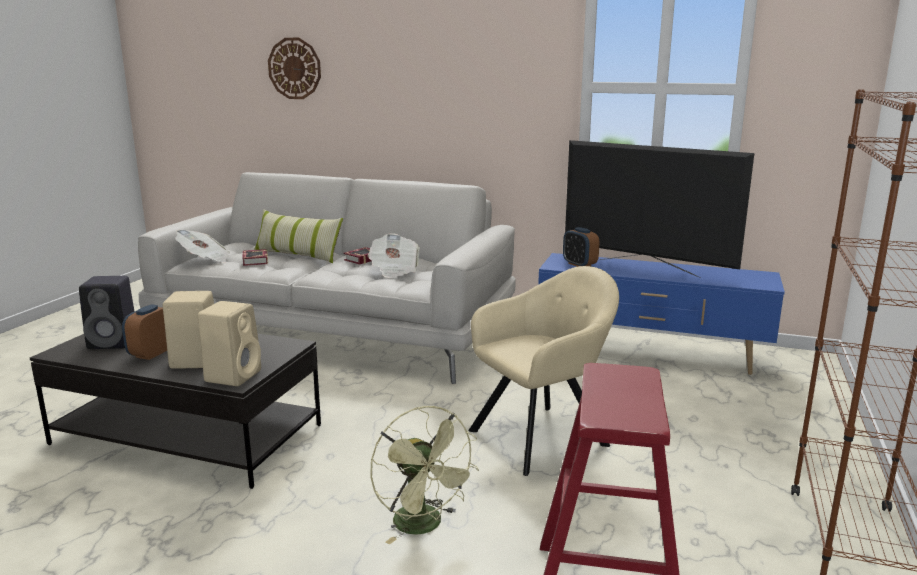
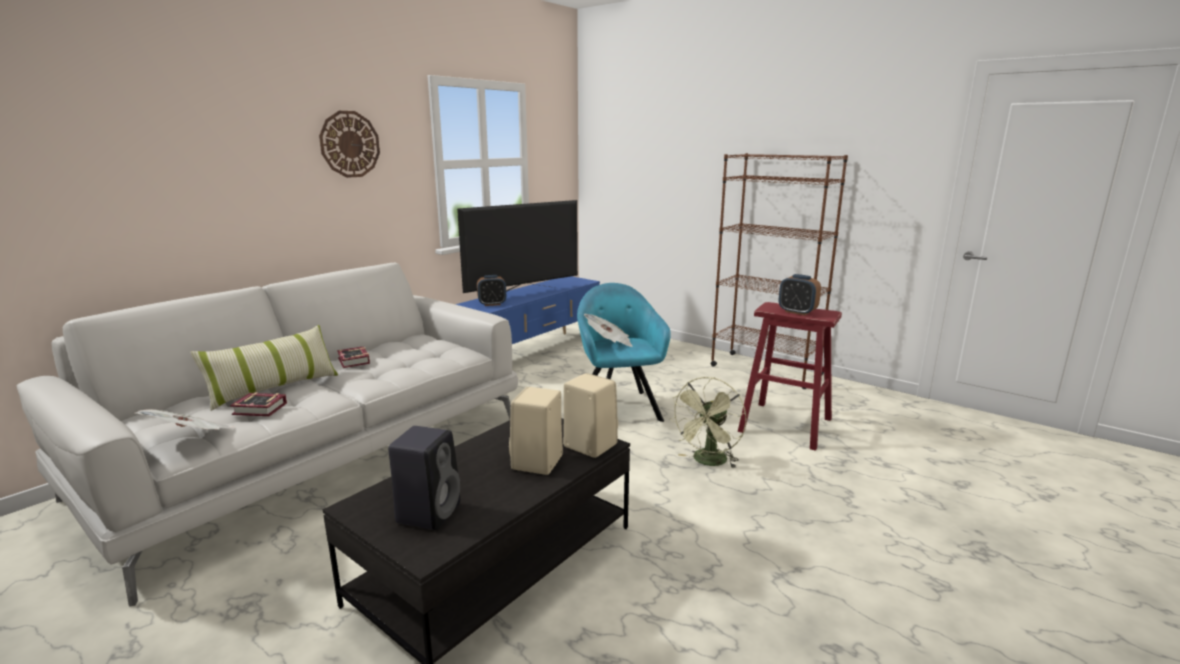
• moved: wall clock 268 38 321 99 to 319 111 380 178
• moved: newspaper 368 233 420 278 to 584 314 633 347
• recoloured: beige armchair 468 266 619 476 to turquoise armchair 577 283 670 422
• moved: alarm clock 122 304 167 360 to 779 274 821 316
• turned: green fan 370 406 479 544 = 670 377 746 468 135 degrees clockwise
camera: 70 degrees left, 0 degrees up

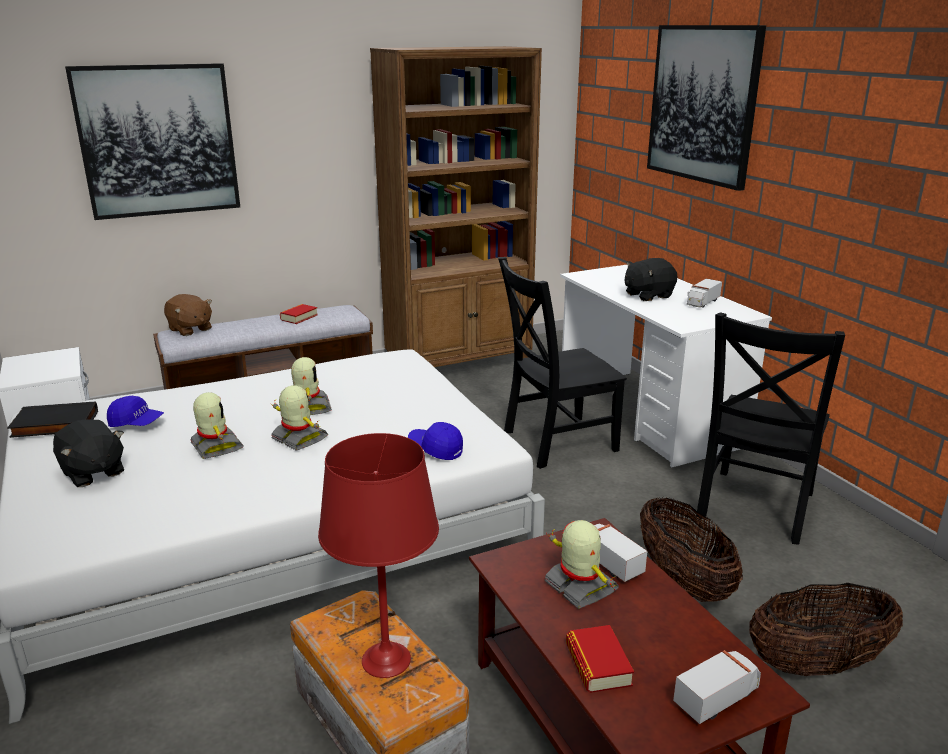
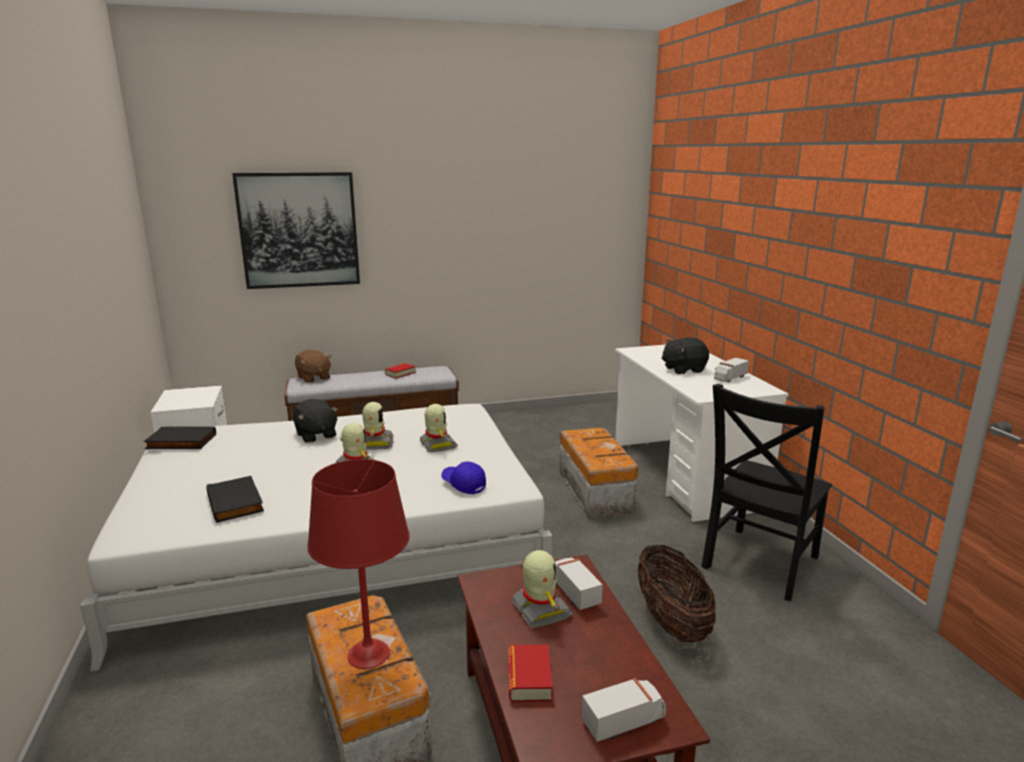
• removed: picture 647 25 766 191
• removed: brown bookcase 370 46 542 367
• replaced: black chair 498 257 627 469 to storage box 559 428 638 519
• moved: toy robot 190 392 244 459 to 420 404 458 452
• removed: blue cap 107 396 164 427
• moved: black plush toy 53 419 124 487 to 293 399 338 443
• removed: basket 749 583 903 676
• added: black book 206 476 264 523
camera: 10 degrees right, 5 degrees down

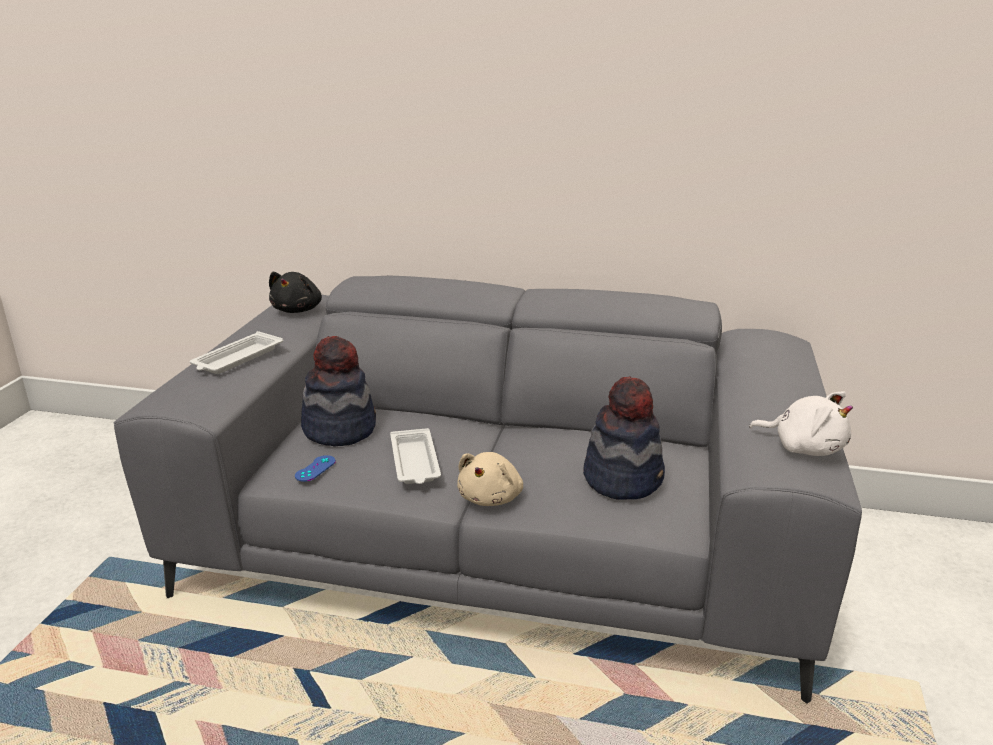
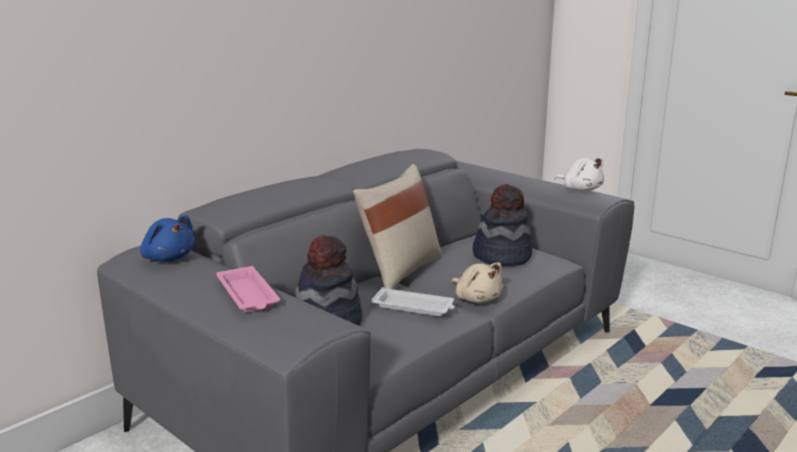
• recoloured: black plush toy 269 272 322 313 to blue plush toy 140 215 195 262
• recoloured: white tray 190 331 283 374 to pink tray 216 266 280 312
• turned: white plush toy 749 391 853 456 = 555 157 604 191 75 degrees clockwise
• removed: blue game controller 295 455 336 482
• added: beige pillow 353 164 442 290
camera: 60 degrees left, 5 degrees down

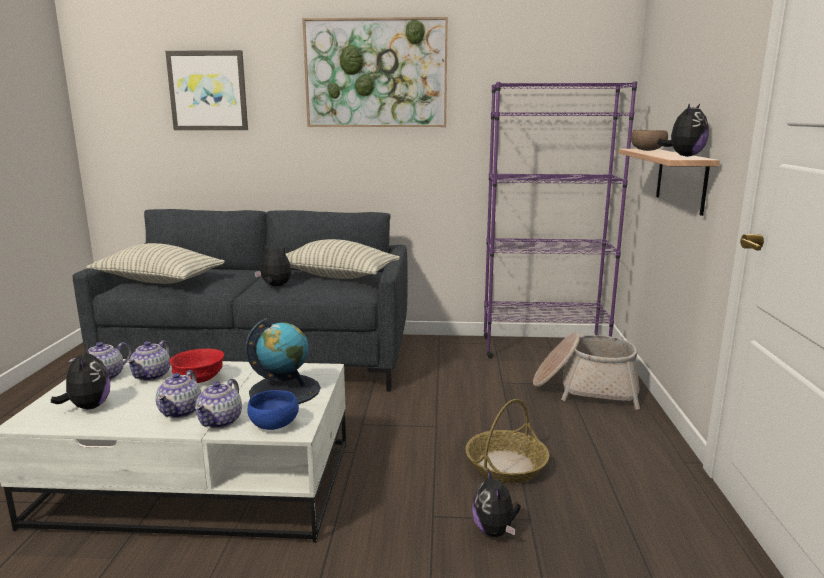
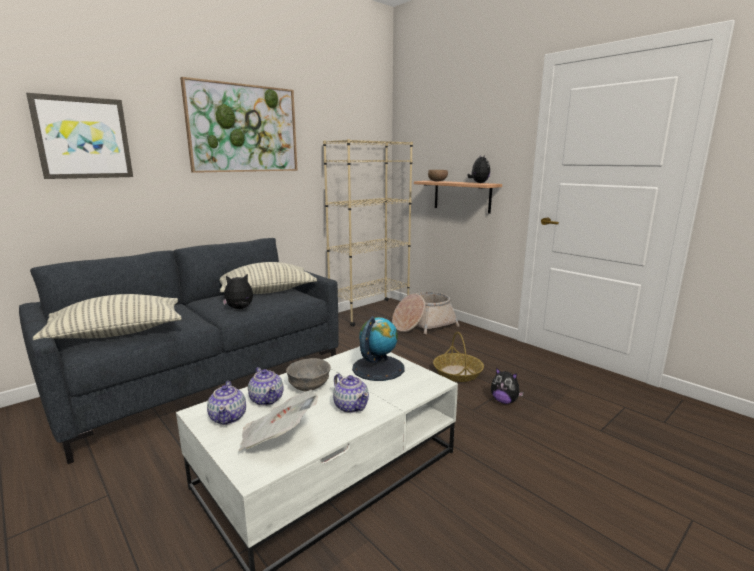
• recoloured: purple bookcase 484 81 637 358 to beige bookcase 323 139 413 327
• replaced: plush toy 51 346 110 409 to newspaper 238 390 318 452
• recoloured: red bowl 170 349 224 383 to grey bowl 286 358 331 391
• removed: teapot 195 378 242 429
• removed: blue bowl 247 390 299 430
camera: 45 degrees left, 0 degrees up

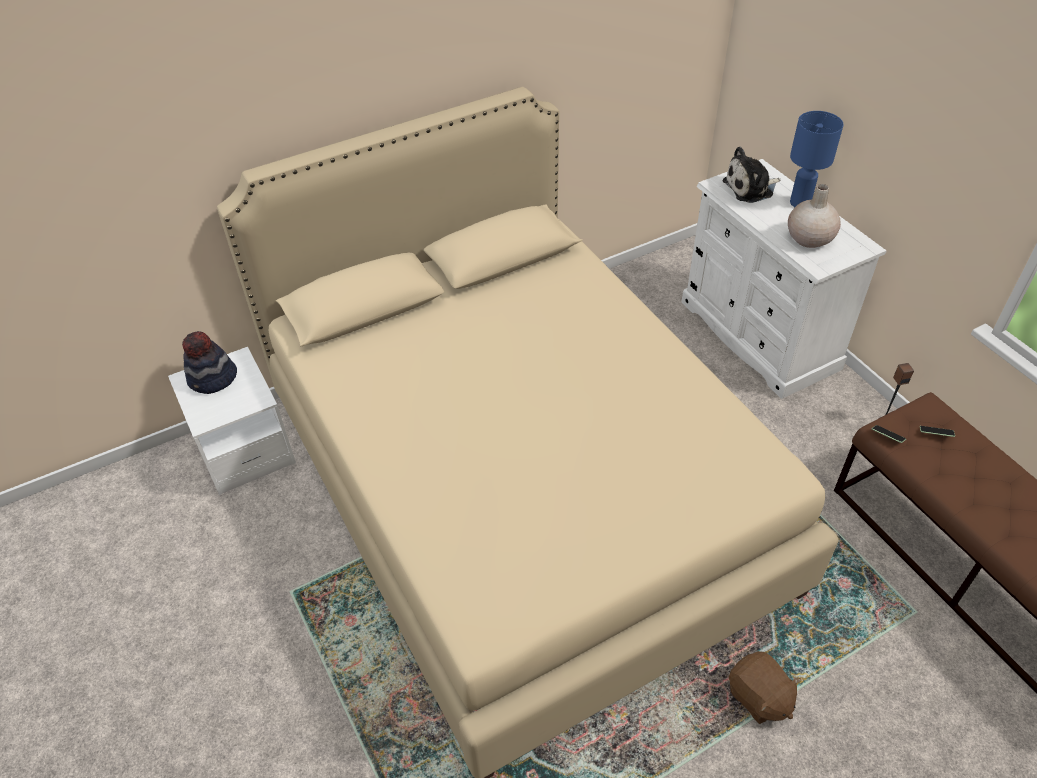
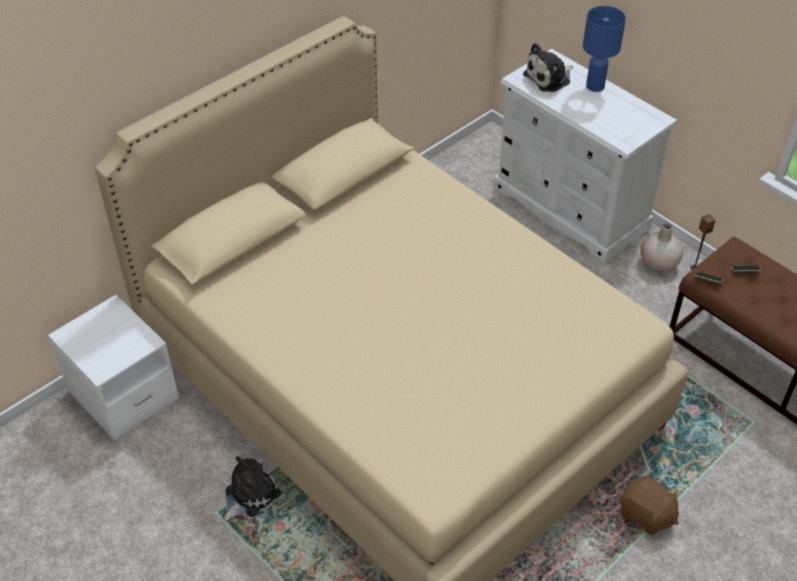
• moved: beige vase 788 184 841 248 to 640 223 683 271
• removed: hat 182 331 237 394
• added: plush toy 224 456 281 521
camera: 15 degrees left, 0 degrees up

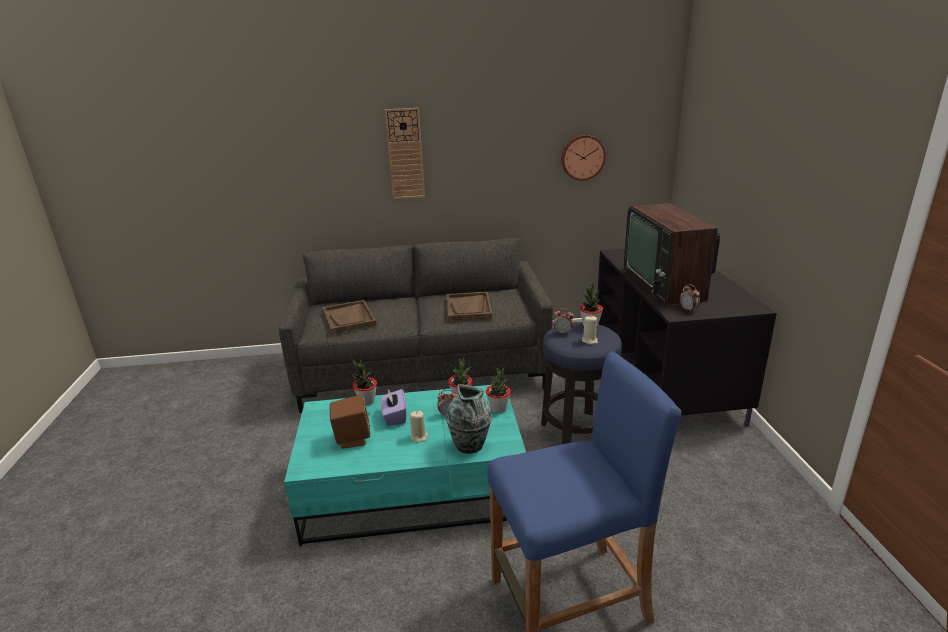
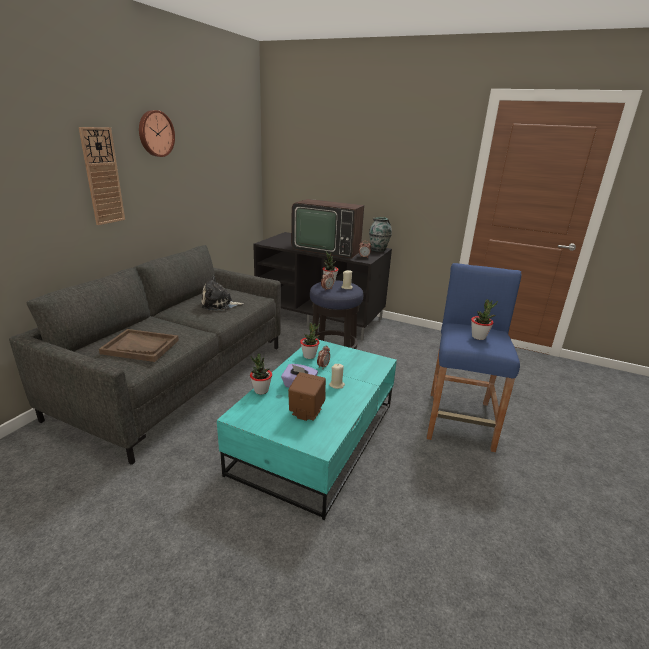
• moved: wall clock 561 135 606 181 to 139 110 175 157
• replaced: brown tray 447 292 492 321 to plush toy 201 276 244 310
• moved: potted plant 486 368 511 413 to 471 299 498 340
• moved: vase 446 384 492 454 to 369 217 392 252
camera: 60 degrees left, 0 degrees up

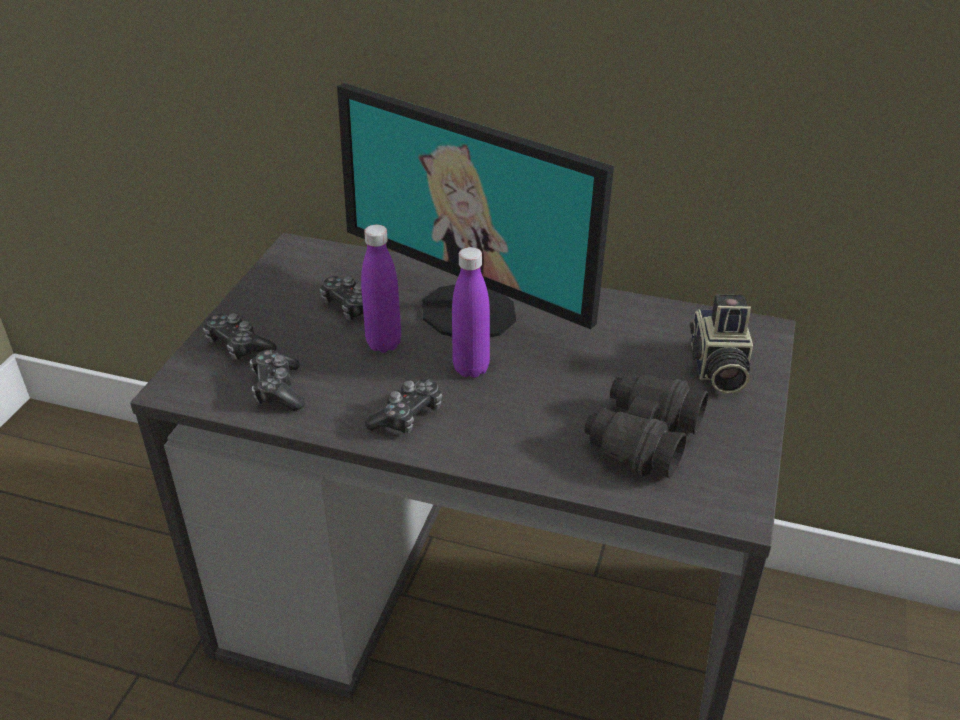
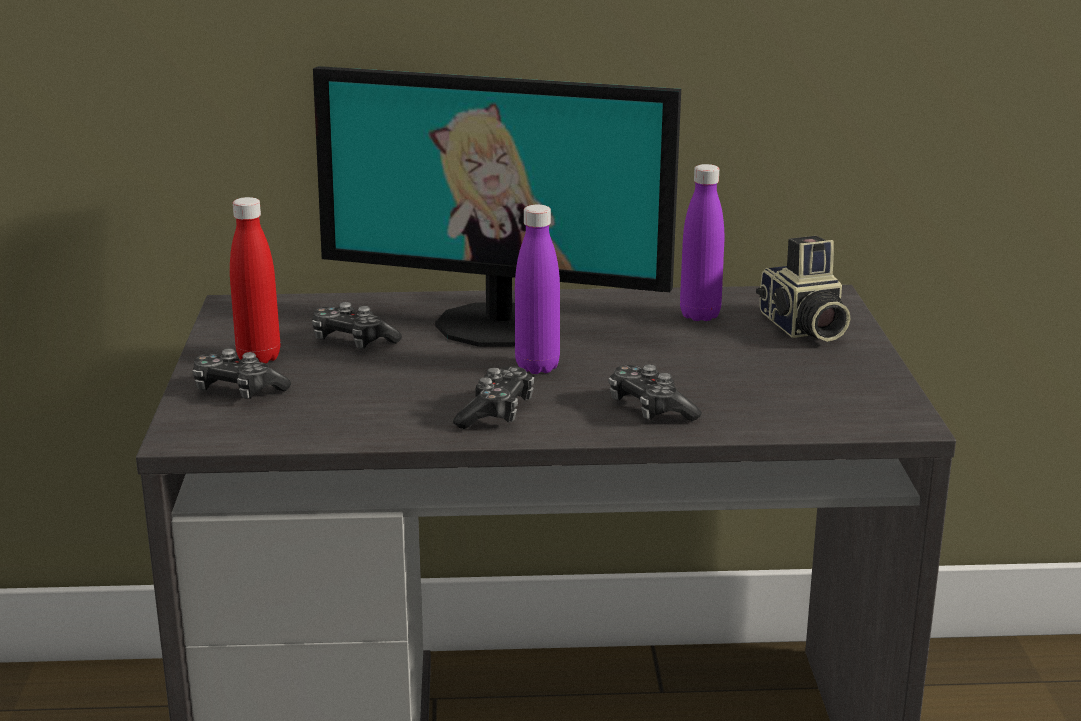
• moved: purple bottle 361 225 401 353 to 680 164 724 321
• moved: game controller 250 350 305 411 to 609 364 701 421
• removed: black binoculars 584 372 708 478
• added: red bottle 230 197 280 364
camera: 20 degrees left, 15 degrees down

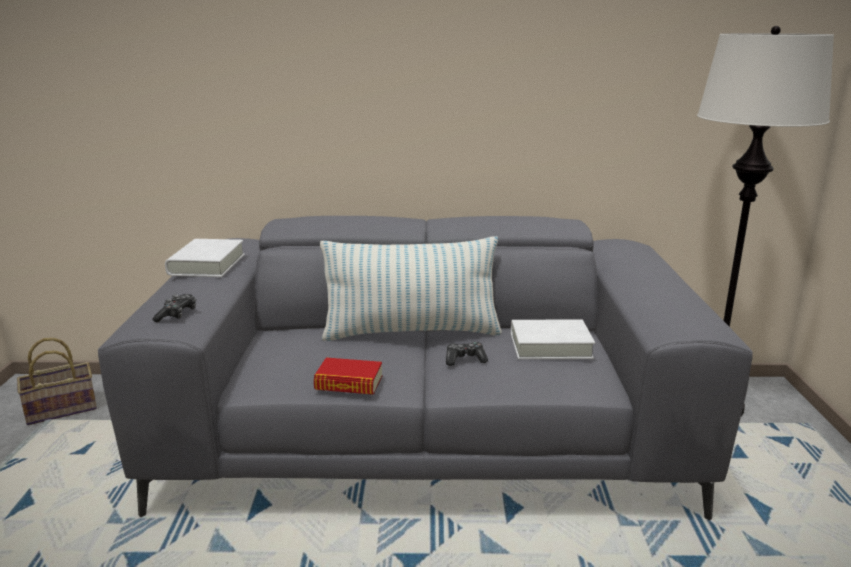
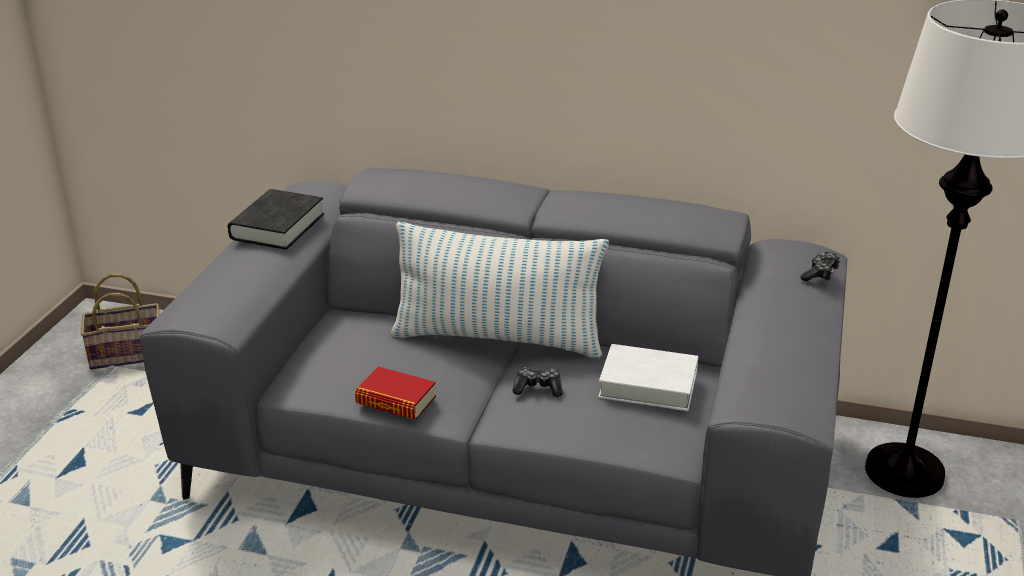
• recoloured: white book 165 239 245 277 to black book 228 189 324 250
• moved: game controller 152 294 196 322 to 800 252 841 281
camera: 15 degrees right, 10 degrees up

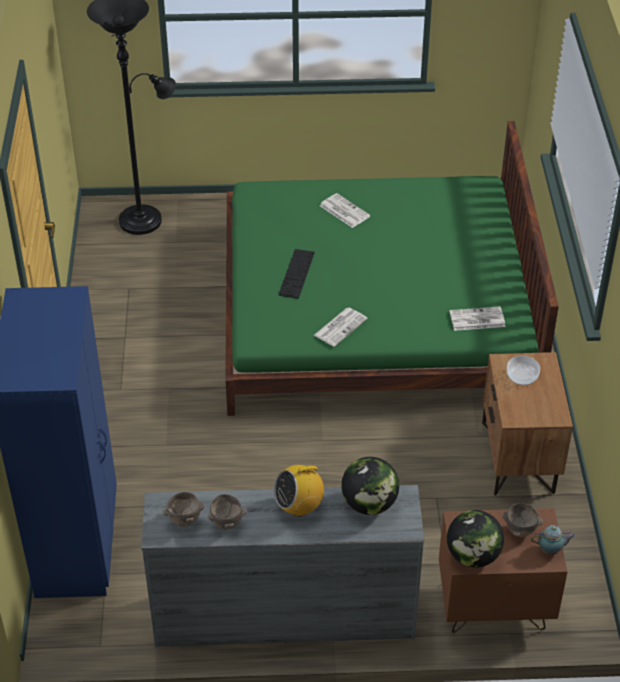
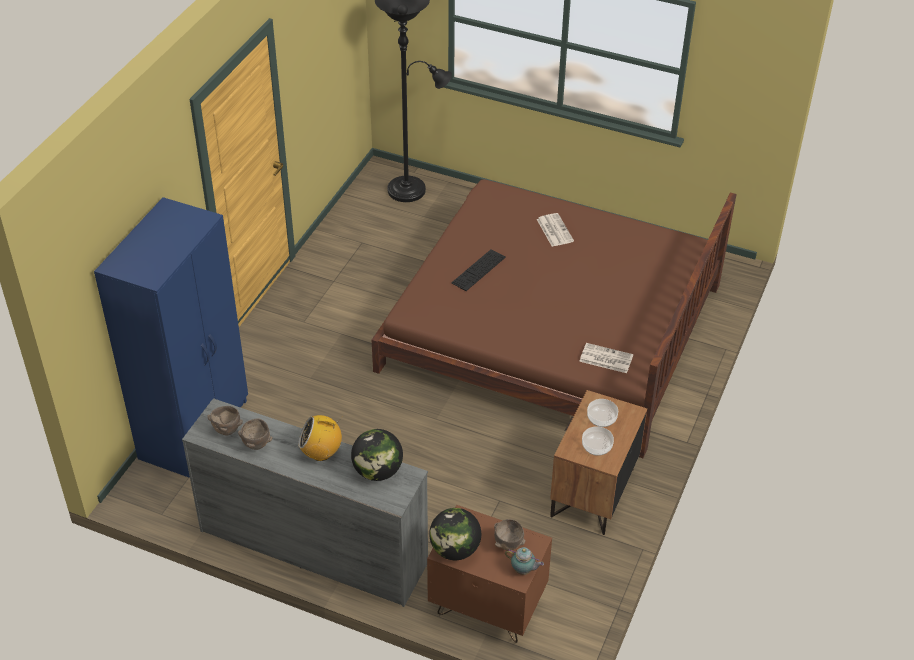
• recoloured: green bed 225 121 559 416 to brown bed 372 179 737 458
• removed: newspaper 314 307 367 347
• added: bowl 582 426 614 456
camera: 25 degrees right, 0 degrees up

